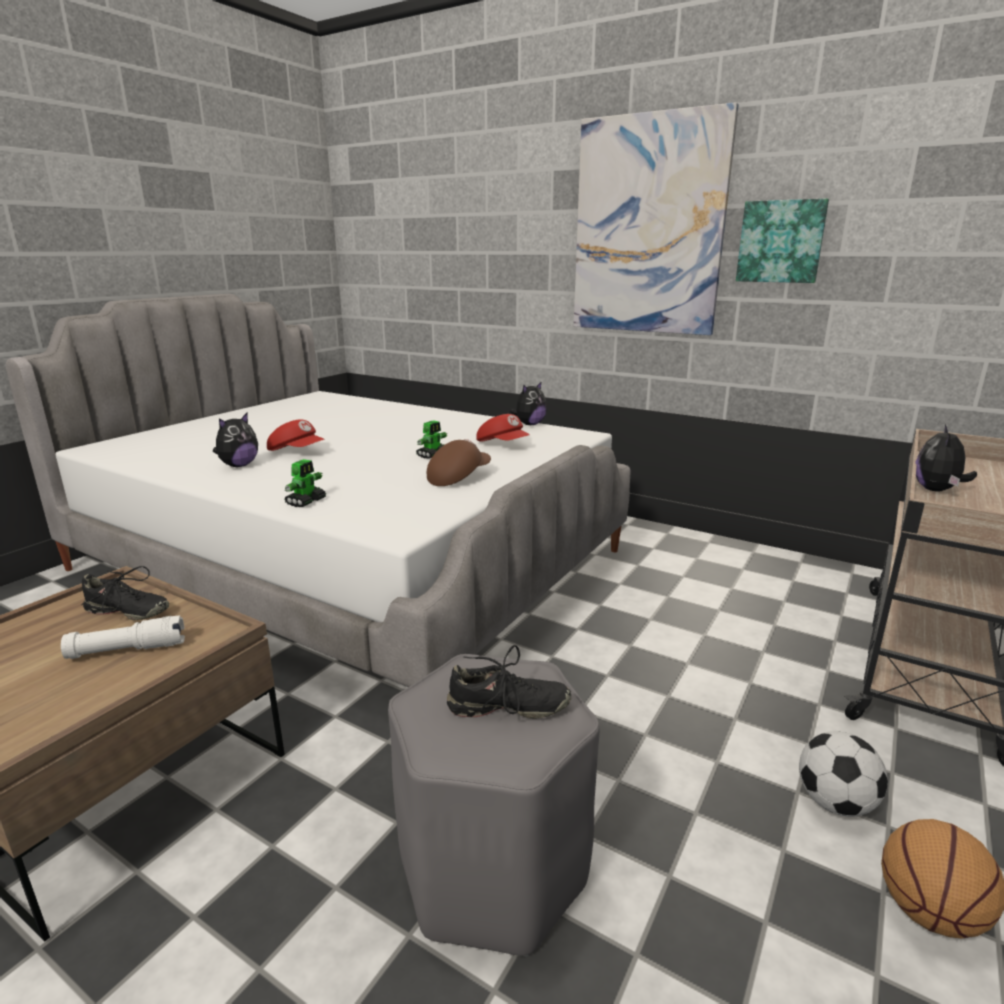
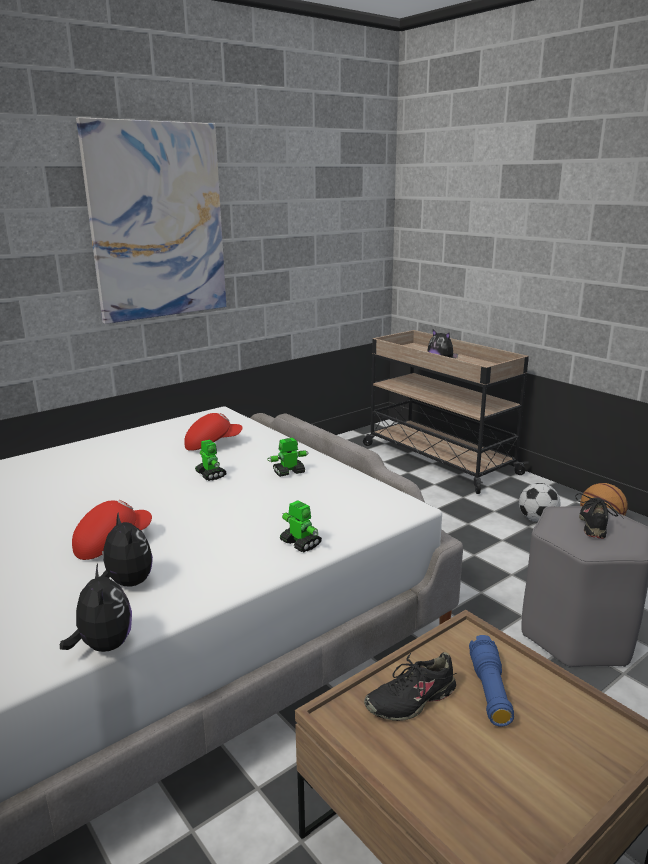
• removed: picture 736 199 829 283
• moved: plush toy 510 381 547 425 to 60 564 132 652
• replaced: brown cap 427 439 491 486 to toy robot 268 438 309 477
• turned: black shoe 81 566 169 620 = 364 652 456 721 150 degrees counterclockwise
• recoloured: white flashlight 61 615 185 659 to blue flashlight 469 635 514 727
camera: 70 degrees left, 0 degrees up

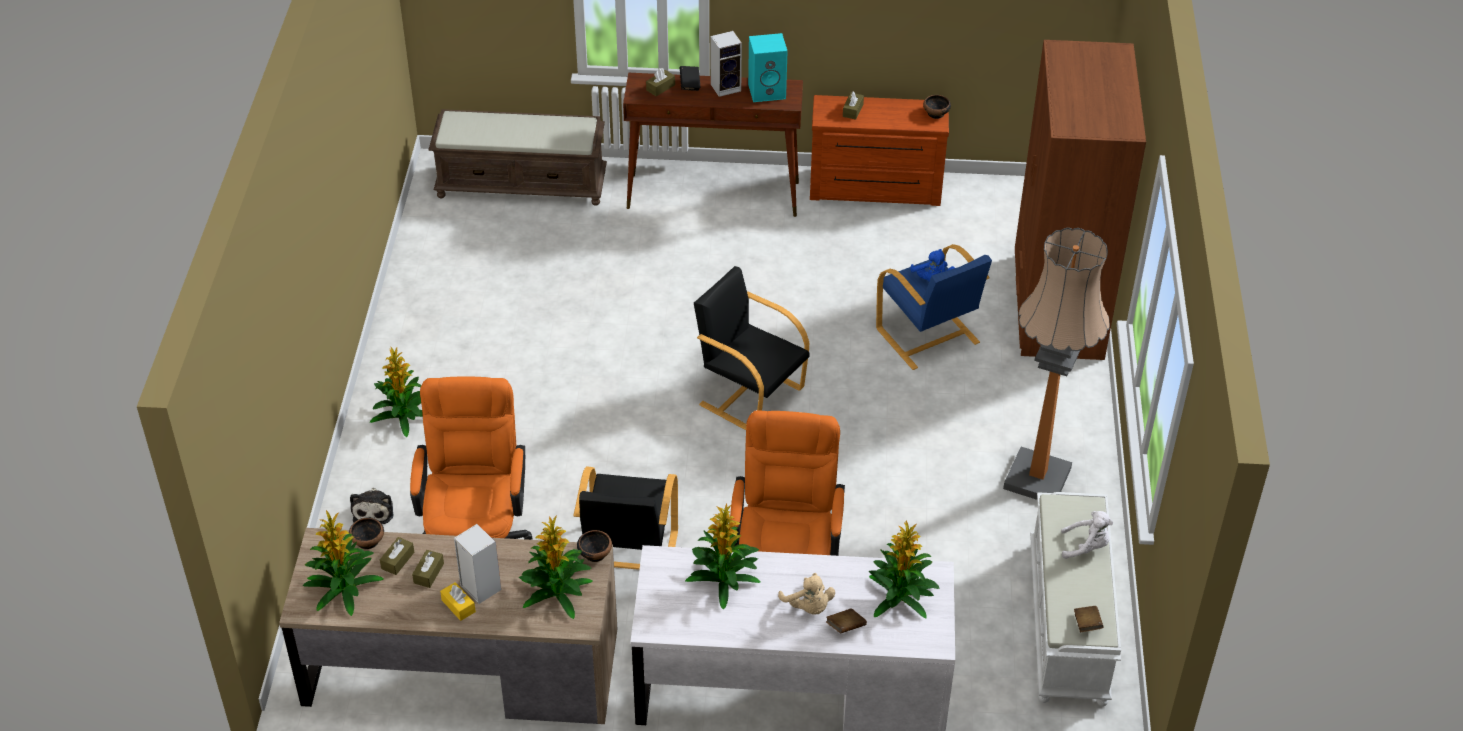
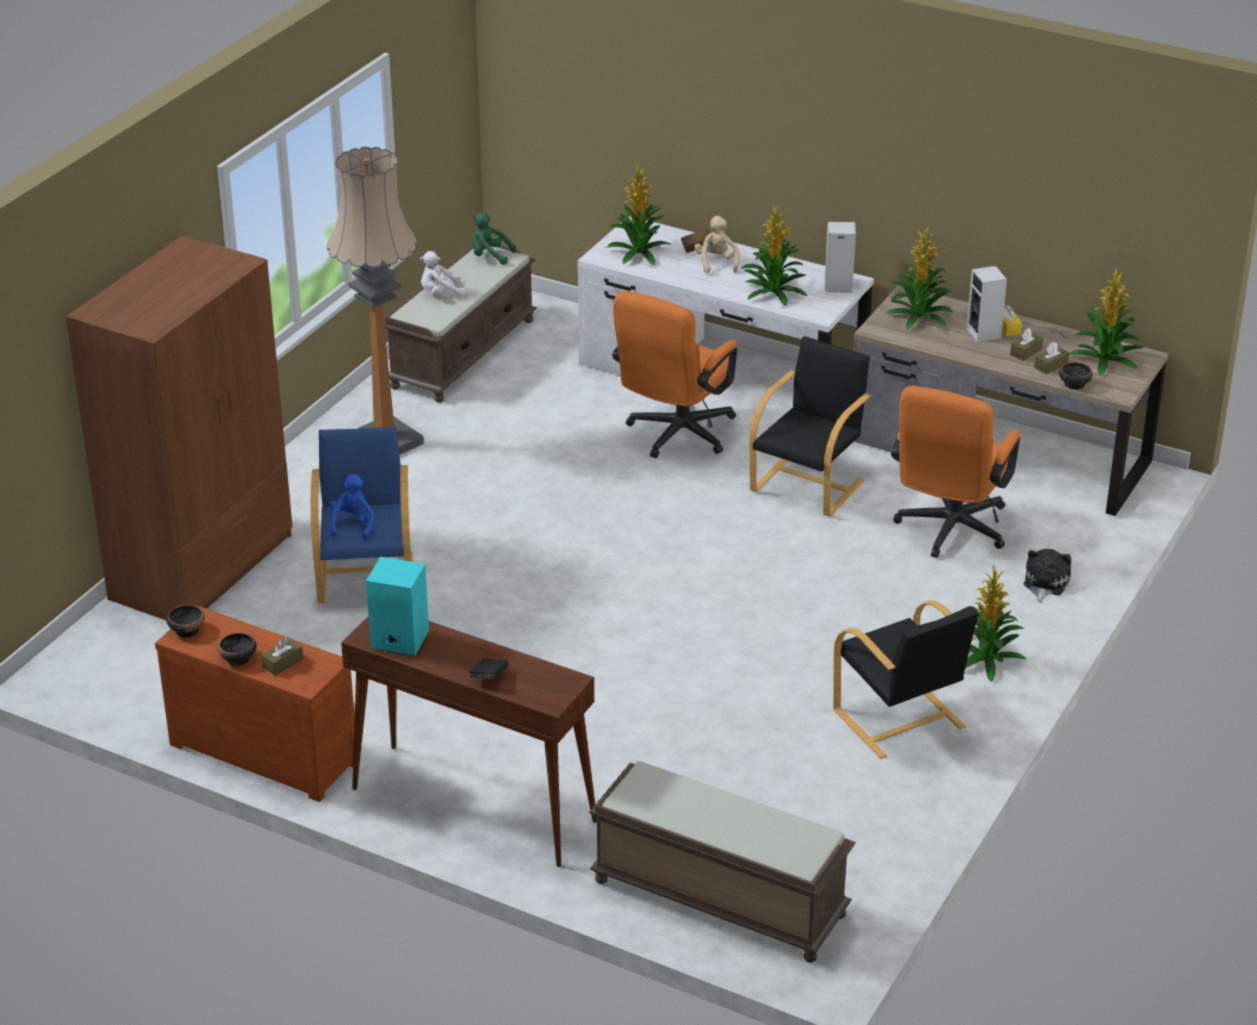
• moved: speaker 711 31 742 97 to 825 222 856 293
• removed: brown tissue box 646 68 675 96
• moved: black armchair 694 266 810 430 to 833 600 979 759
• recoloured: white bench 1030 492 1121 706 to brown bench 384 246 537 402
• turned: white plush toy 1061 511 1113 559 = 420 251 466 297 45 degrees counterclockwise
• moved: bowl 577 530 612 562 to 218 633 257 666
• replaced: brown book 1074 606 1103 632 to green plush toy 472 213 516 265
camera: 155 degrees left, 10 degrees down

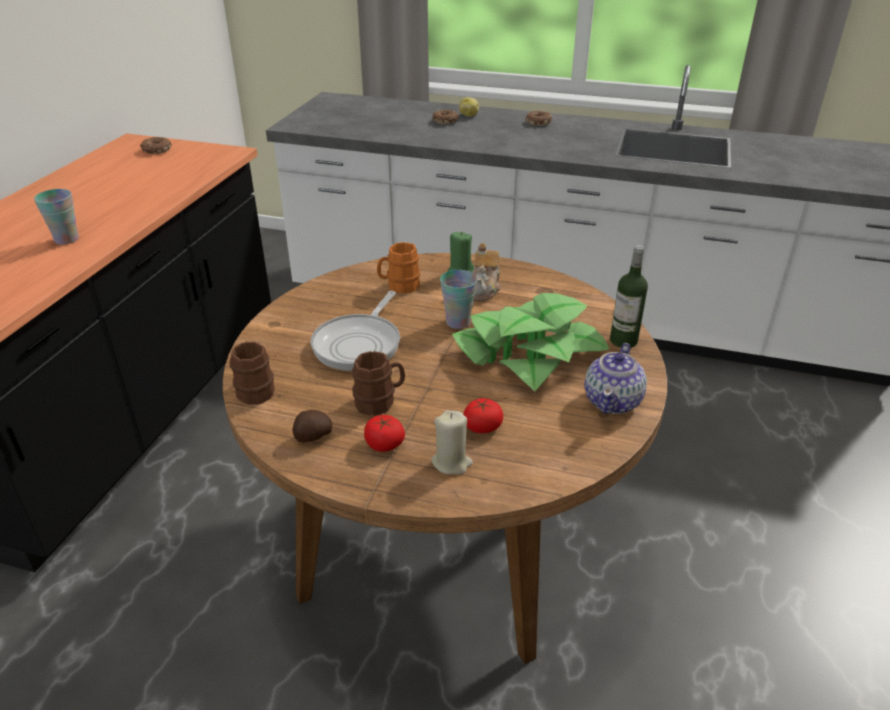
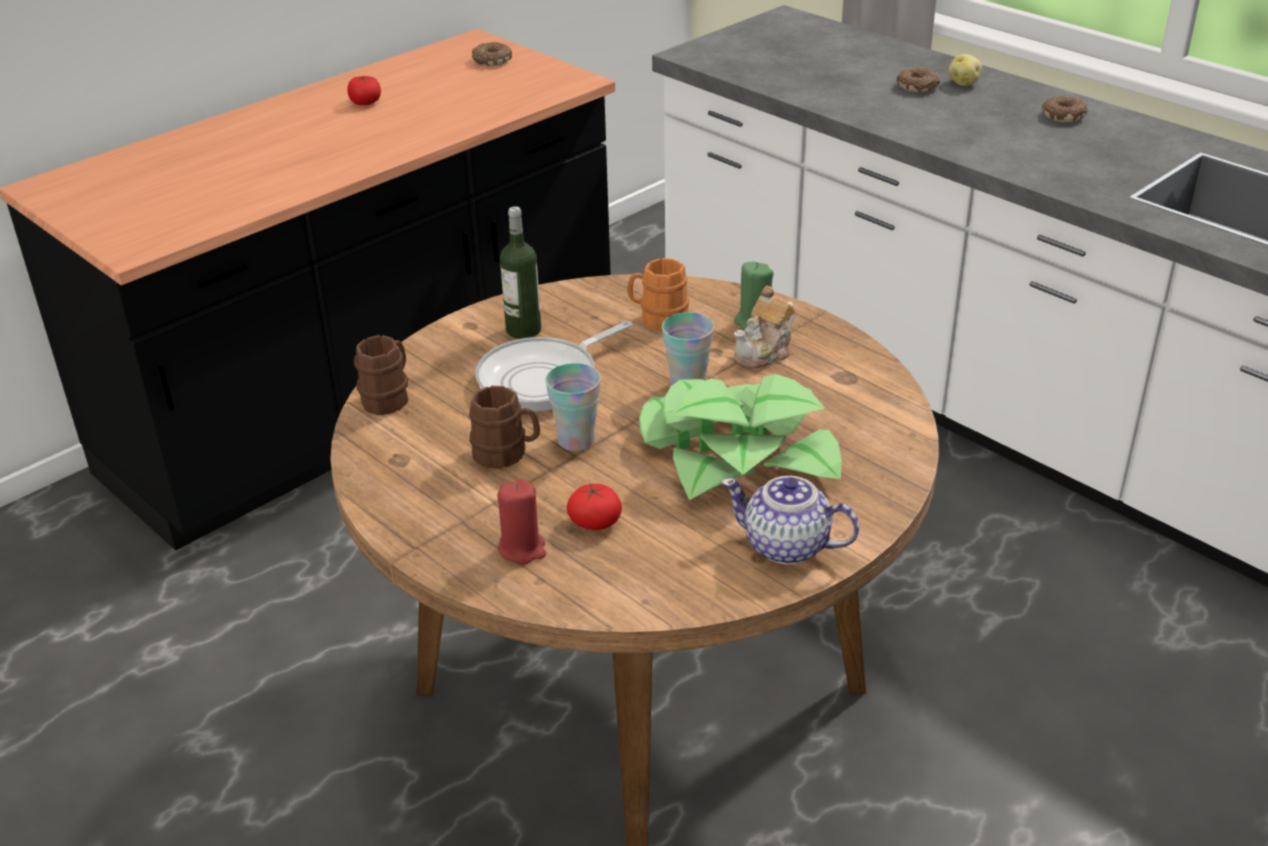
• moved: cup 34 189 79 245 to 545 363 601 451
• moved: bottle 610 245 648 348 to 500 206 541 339
• turned: teapot 584 343 647 414 = 721 476 859 564 60 degrees clockwise
• removed: potato 292 410 332 442
• recoloured: beige candle 431 410 473 475 to red candle 497 479 546 565
• moved: tomato 364 415 405 452 to 347 76 381 105
camera: 30 degrees right, 0 degrees up

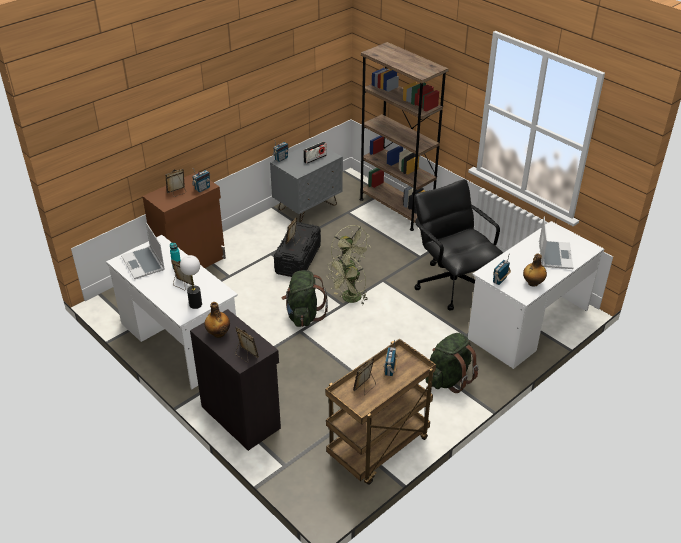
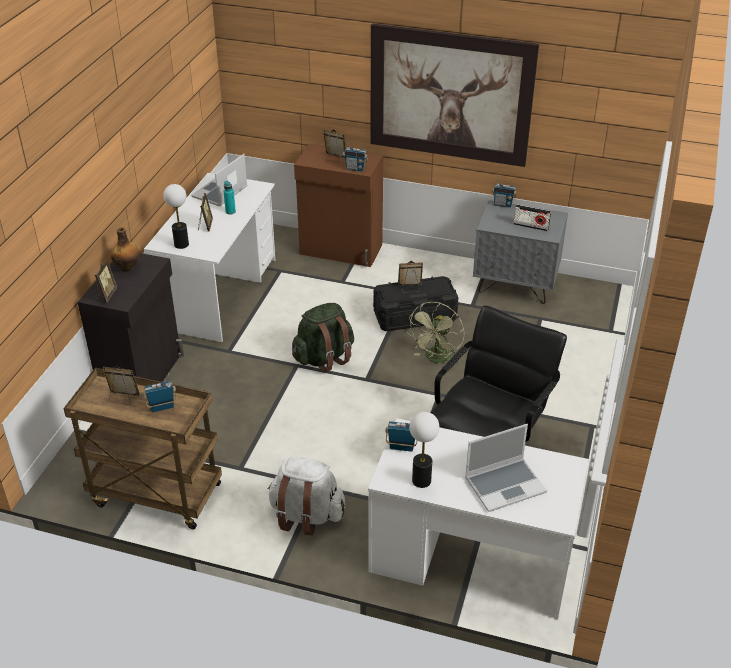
• removed: brown bookcase 360 42 449 231
• replaced: bottle 523 253 547 286 to table lamp 409 412 439 488
• removed: green fan 326 255 368 305
• recoloured: green backpack 426 333 478 393 to white backpack 268 456 345 536
• added: picture 370 23 539 167
camera: 60 degrees right, 0 degrees up

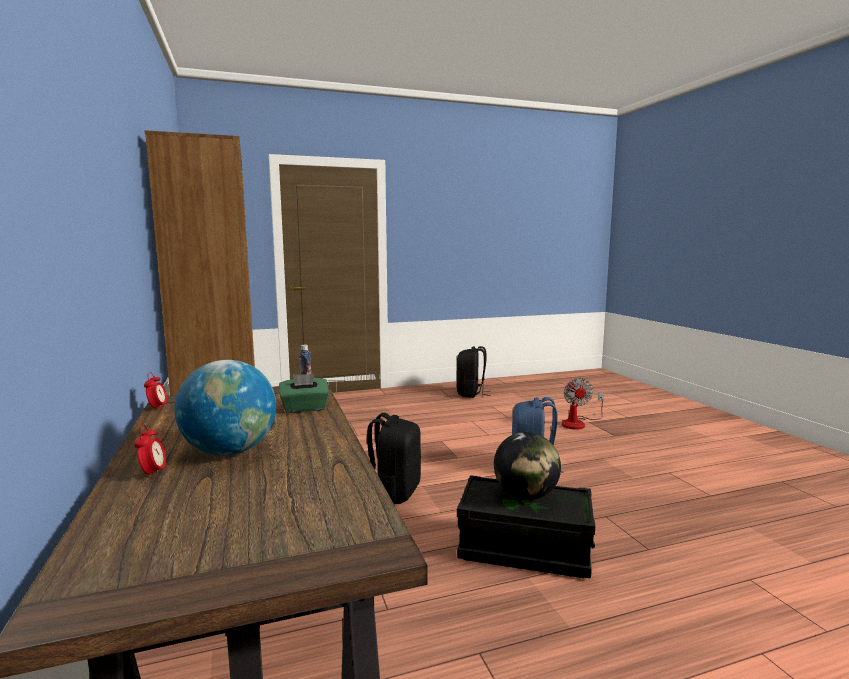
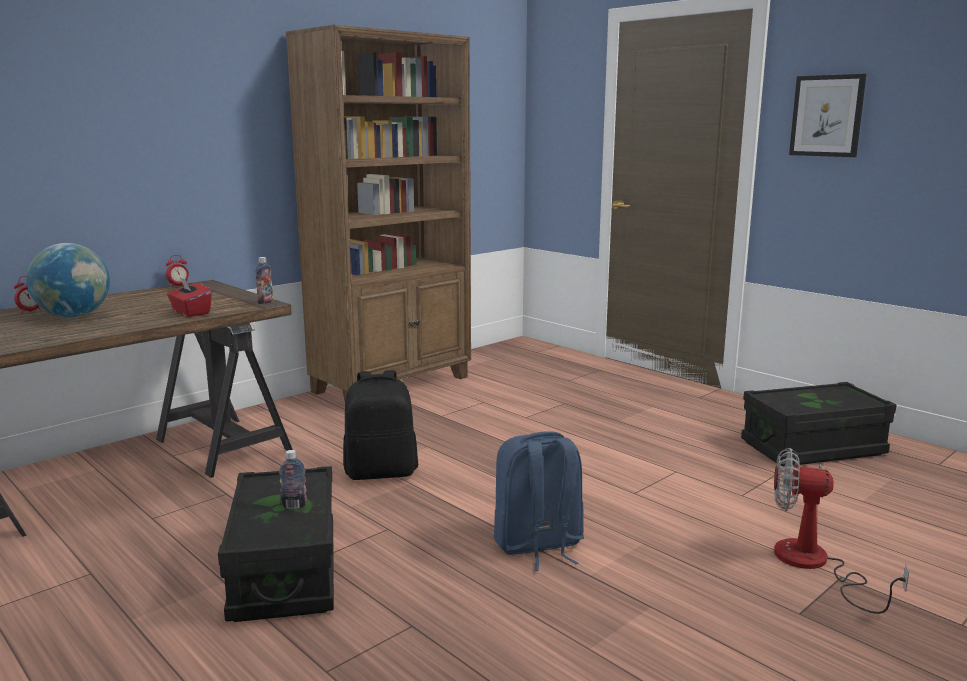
• replaced: black backpack 457 346 490 398 to black storage box 741 382 897 467
• recoloured: green tissue box 279 374 329 413 to red tissue box 167 278 212 317
• turned: fan 562 378 604 429 = 774 448 909 614 45 degrees clockwise
• replaced: globe 494 432 561 500 to bottle 279 450 307 509
• added: picture 789 74 866 157
camera: 65 degrees right, 5 degrees up

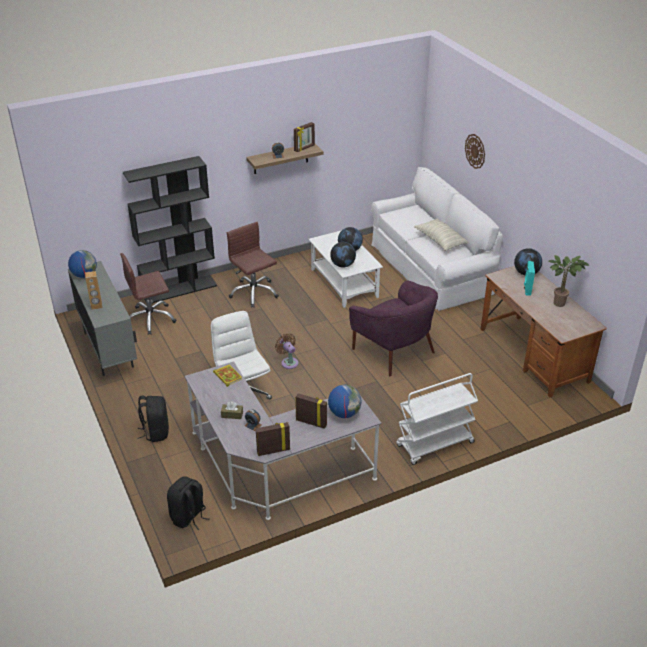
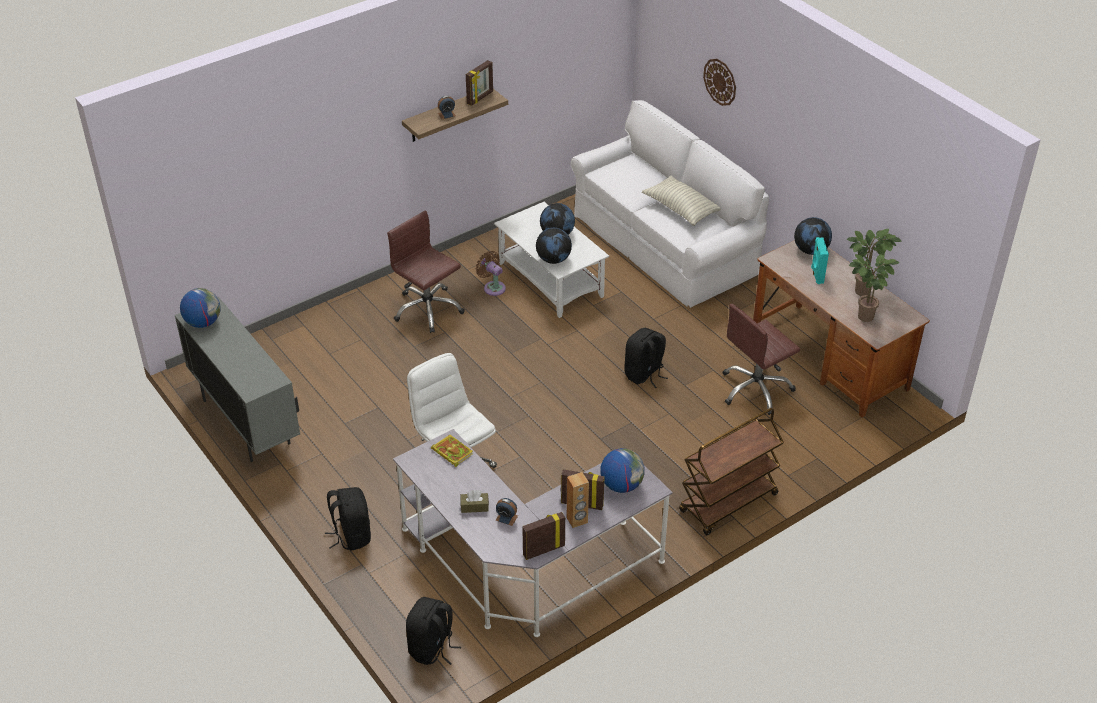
• removed: black bookcase 123 156 217 303
• moved: brown office chair 120 253 177 335 to 723 304 800 415
• moved: brown speaker 85 271 102 310 to 566 472 589 528
• replaced: purple armchair 349 280 438 376 to black backpack 624 328 668 388
• moved: brown fan 275 333 298 369 to 476 251 506 296
• recoloured: white cart 396 373 478 465 to brown cart 679 408 784 535
• added: potted plant 849 254 899 322
camera: 10 degrees left, 5 degrees up

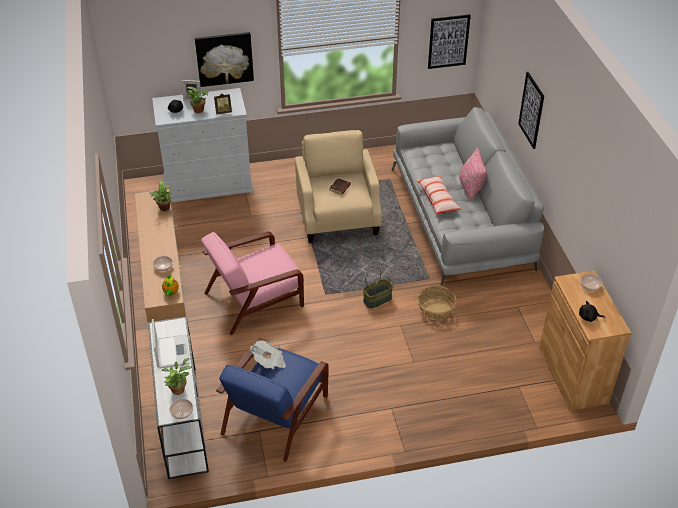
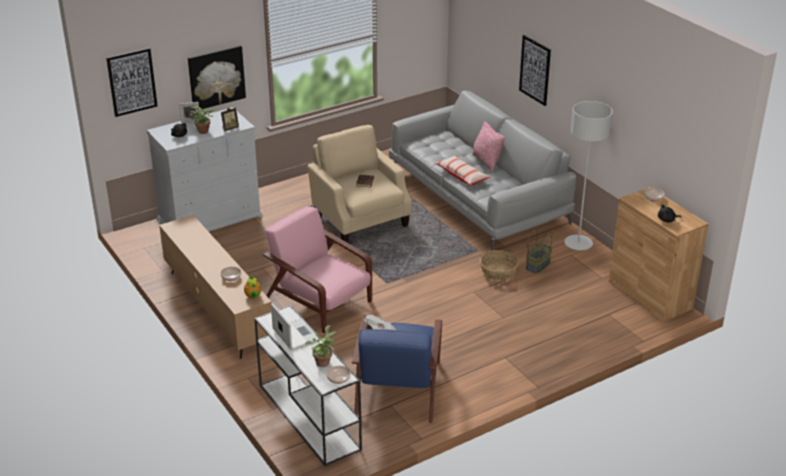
• moved: picture 428 14 471 69 to 106 48 158 117
• removed: potted plant 149 180 175 211
• turned: pink armchair 201 231 304 335 = 263 206 372 333 90 degrees clockwise
• moved: basket 363 267 393 309 to 526 230 552 273
• added: grey floor lamp 564 101 613 250
camera: 20 degrees left, 10 degrees down

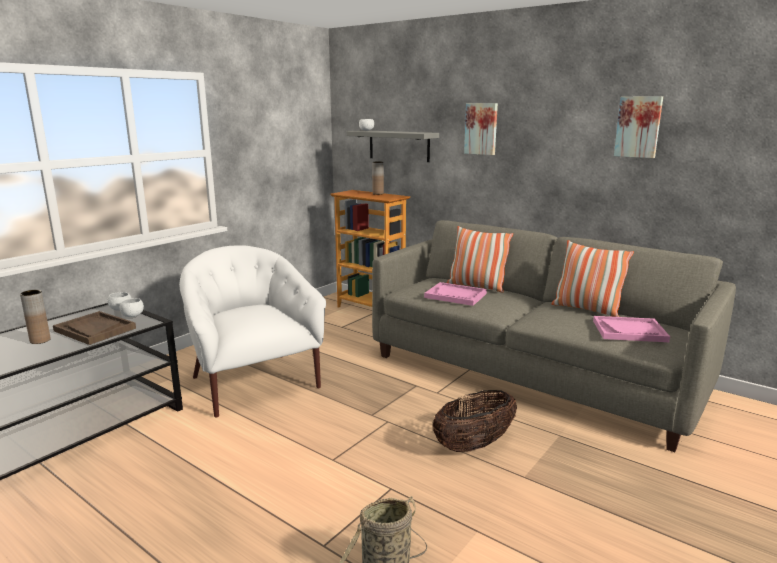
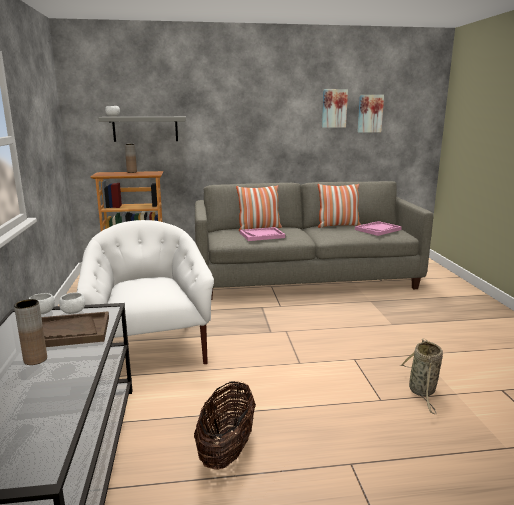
• moved: picture 464 103 498 155 to 357 95 384 133
• turned: white armchair 179 245 326 417 = 77 220 214 364 60 degrees clockwise
• moved: basket 433 390 517 452 to 194 381 256 470
camera: 45 degrees left, 0 degrees up

